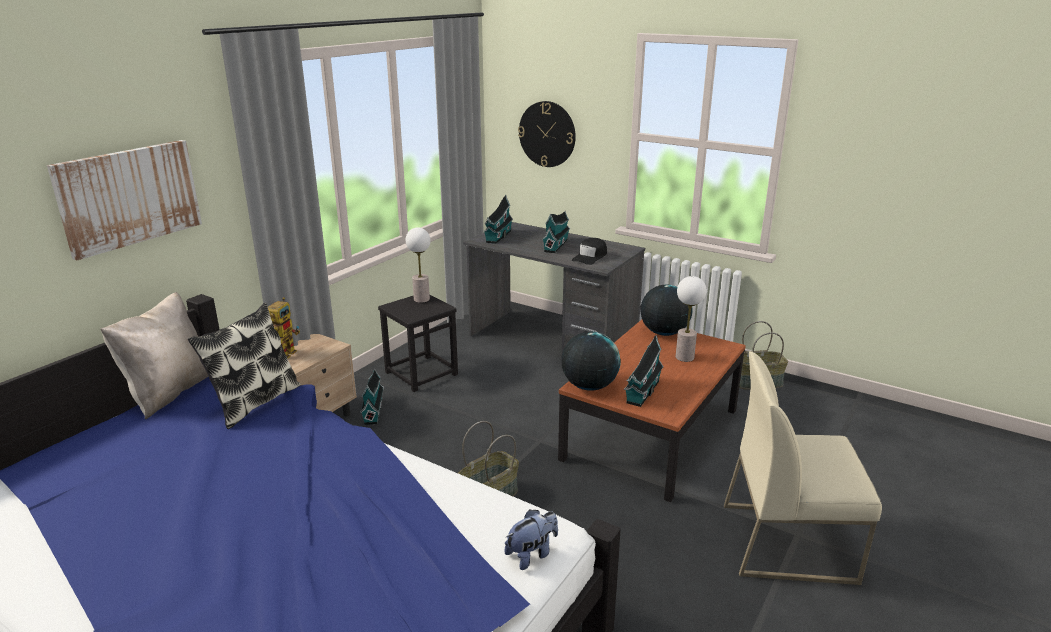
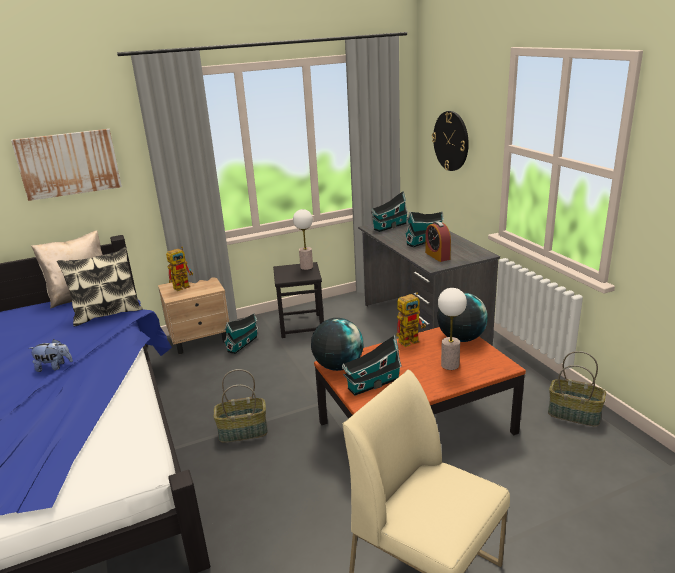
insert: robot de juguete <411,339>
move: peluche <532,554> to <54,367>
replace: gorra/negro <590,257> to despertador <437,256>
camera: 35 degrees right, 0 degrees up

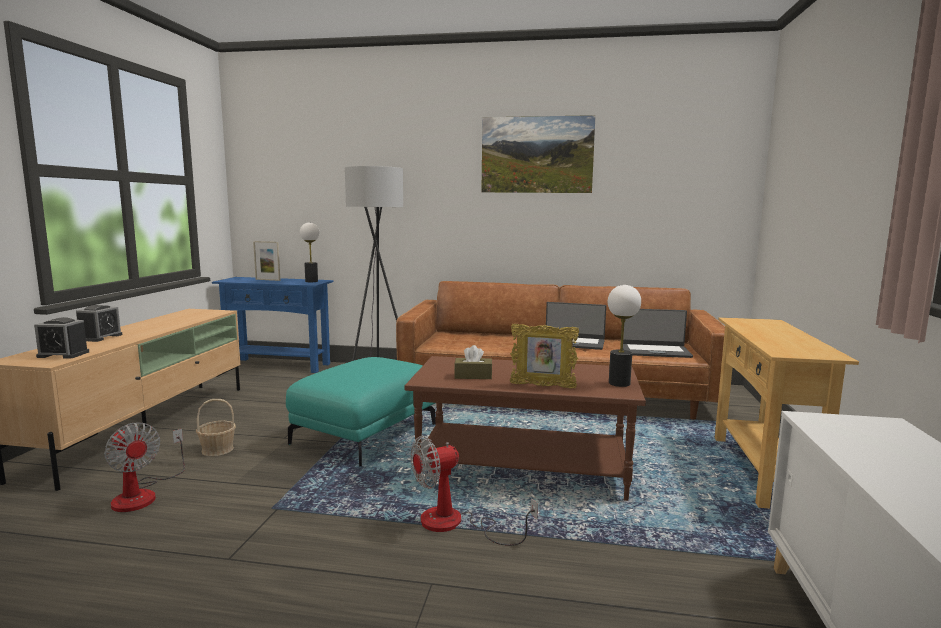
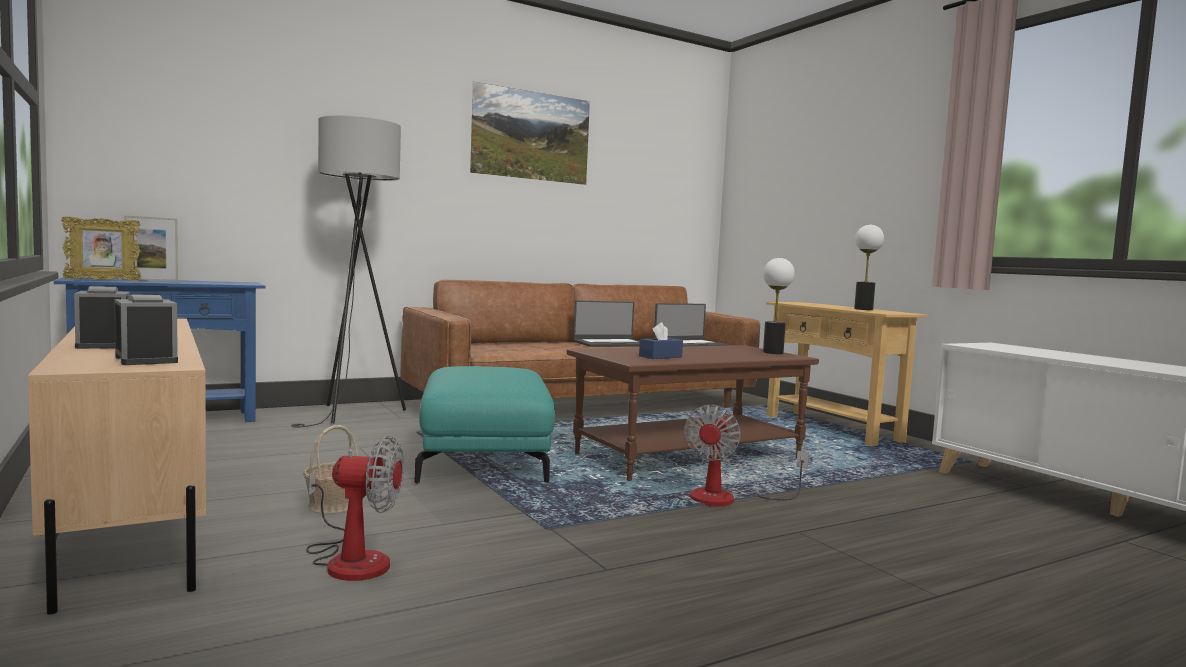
move: lámpara de mesa <311,281> to <863,309>; portarretratos <542,386> to <102,280>
recolor: caja de pañuelos/marrón <473,376> to caja de pañuelos/azul <660,356>
rotate: despertador <63,354> = <146,359> 90 degrees counterclockwise
camera: 40 degrees left, 5 degrees down

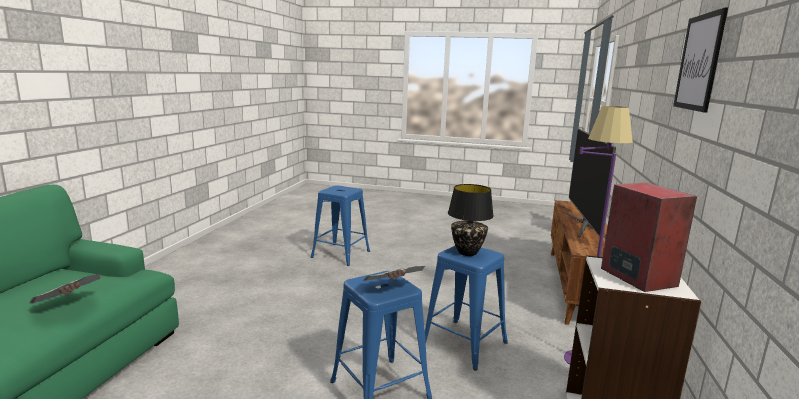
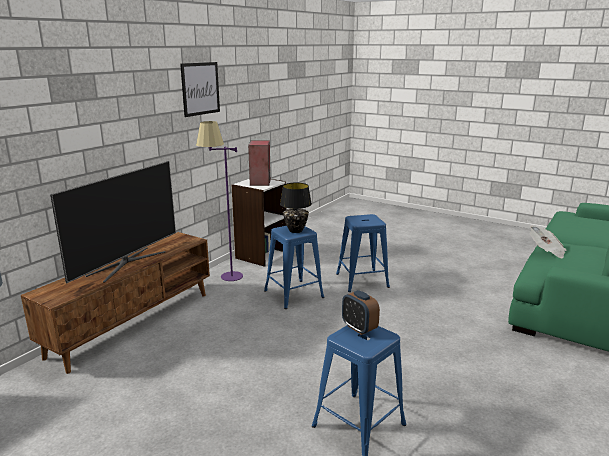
delete: periódico <392,289>
insert: despertador <359,328>
camera: 160 degrees left, 5 degrees up

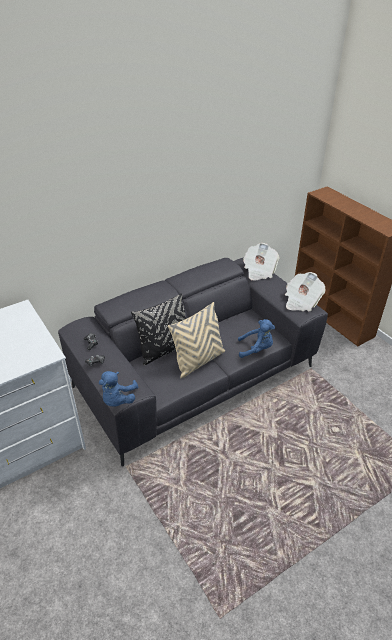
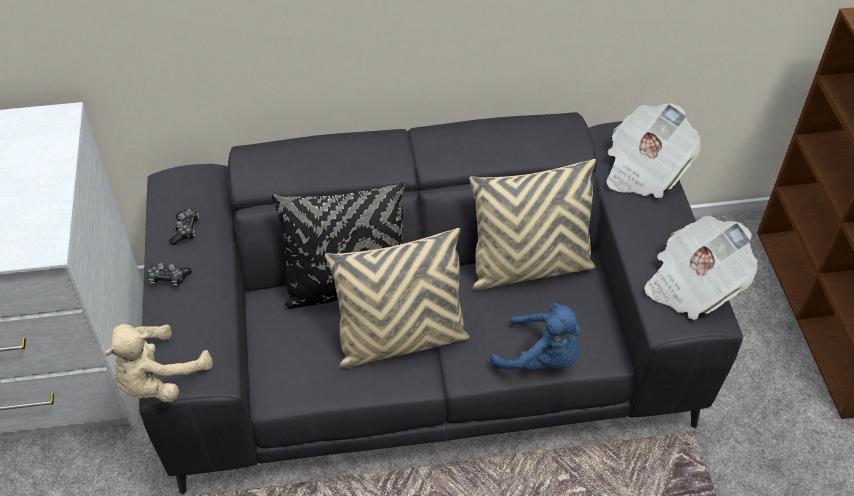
insert: cojín/beis <529,267>
recolor: peluche/azul <118,400> to peluche/beis <159,380>
camera: 25 degrees right, 10 degrees up

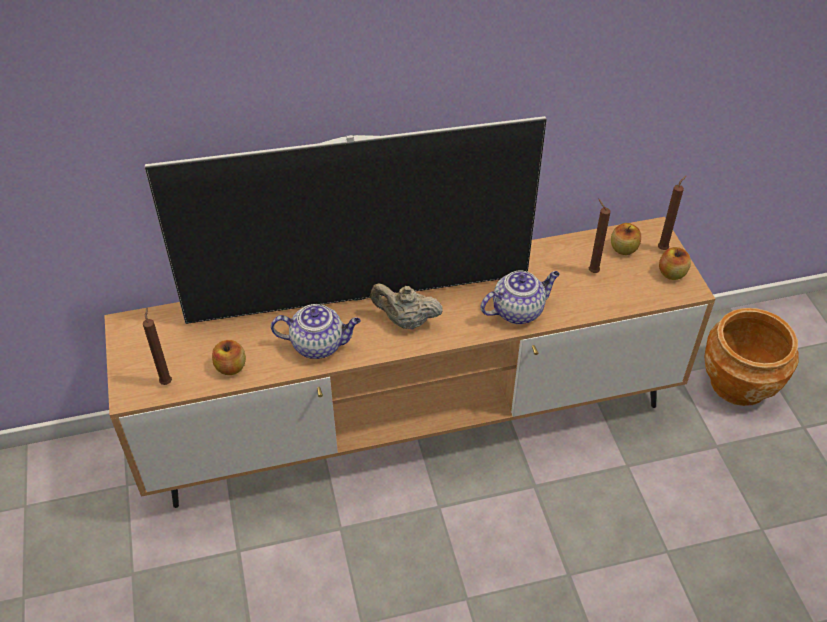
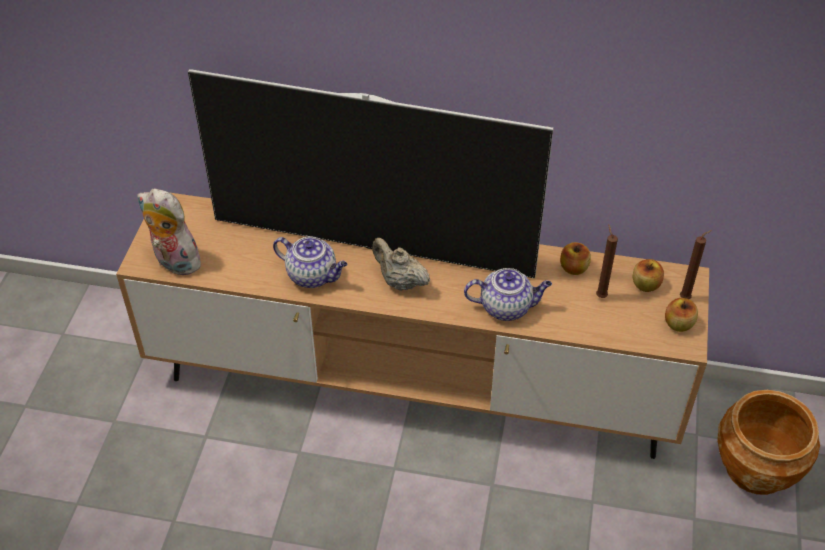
move: manzana <231,367> to <573,268>
replace: vela/marrón <166,381> to peluche <174,262>
camera: 25 degrees right, 0 degrees up

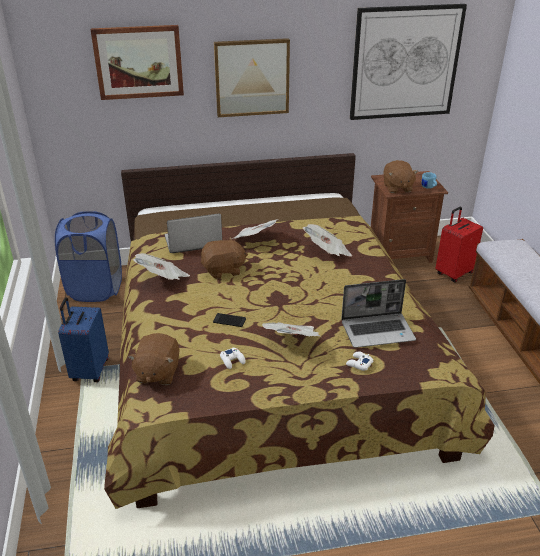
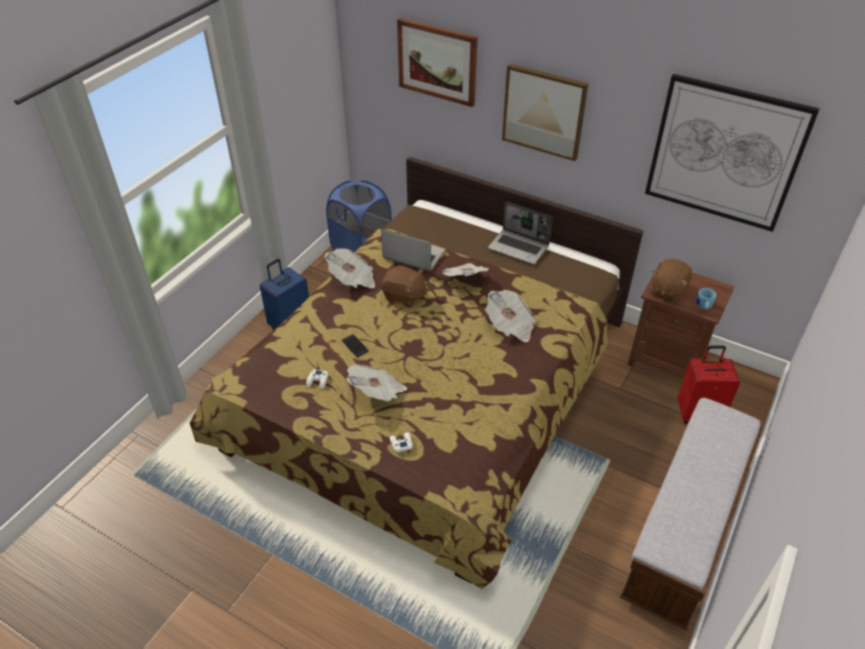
delete: peluche/marrón <157,373>
move: portátil <378,331> to <519,247>
camera: 40 degrees right, 10 degrees up

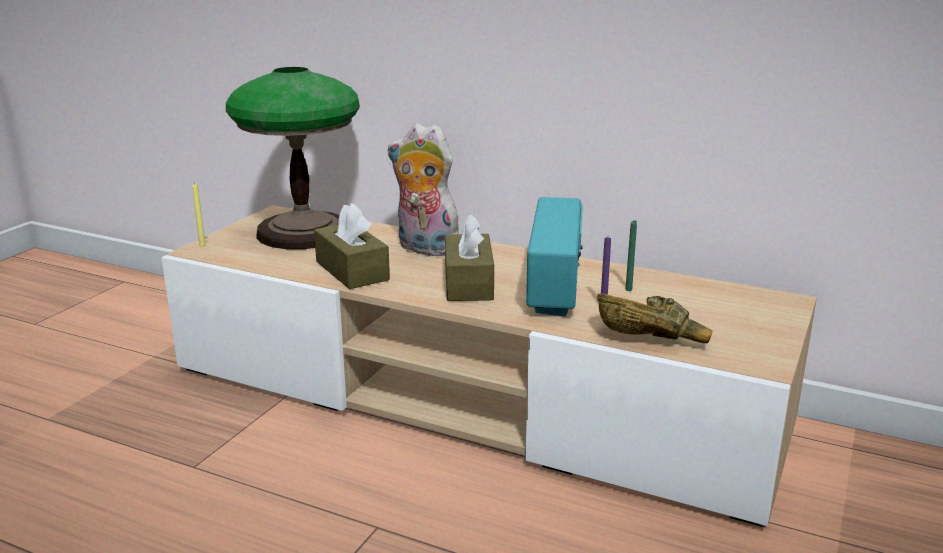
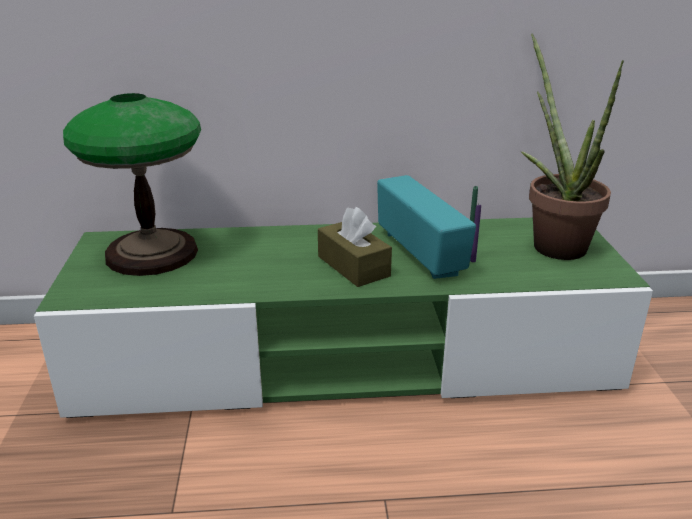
delete: peluche <424,249>; vela/amarillo <202,245>; caja de pañuelos/marrón <352,271>; cuenco/marrón <651,338>
insert: planta en maceta <552,242>
recolor: mueble de televisión/beis <471,397> to mueble de televisión/verde <346,358>
camera: 30 degrees left, 5 degrees up

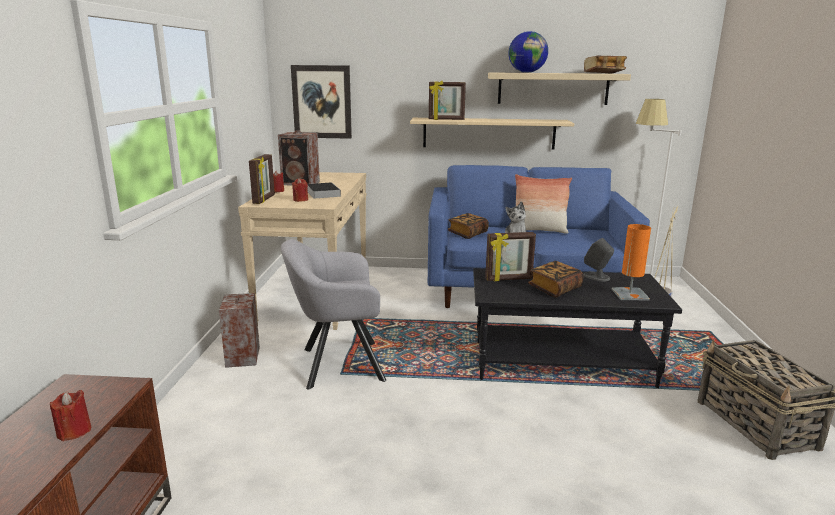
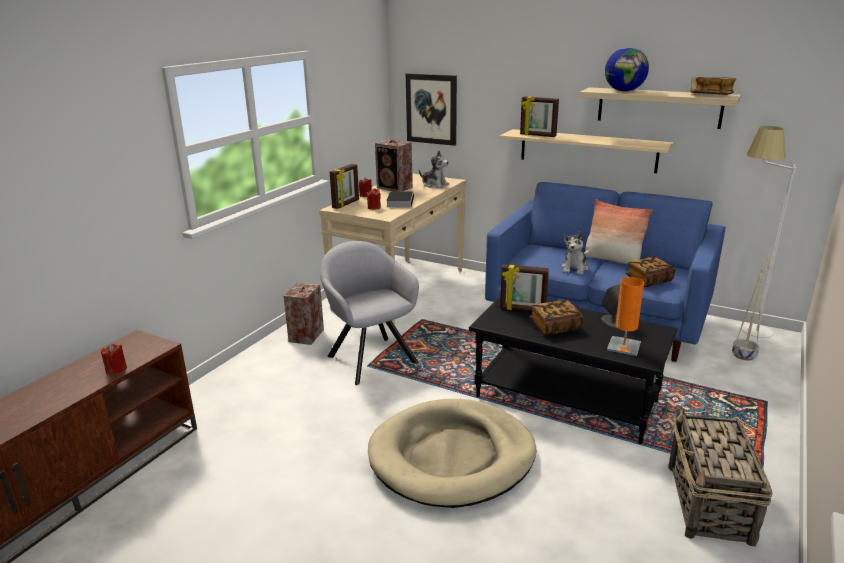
insert: peluche <434,185>; cama para perro/beis <452,456>
move: libro <467,234> to <648,280>
rotate: sillón/gris <336,364> = <370,357> 45 degrees clockwise
camera: 25 degrees right, 5 degrees up

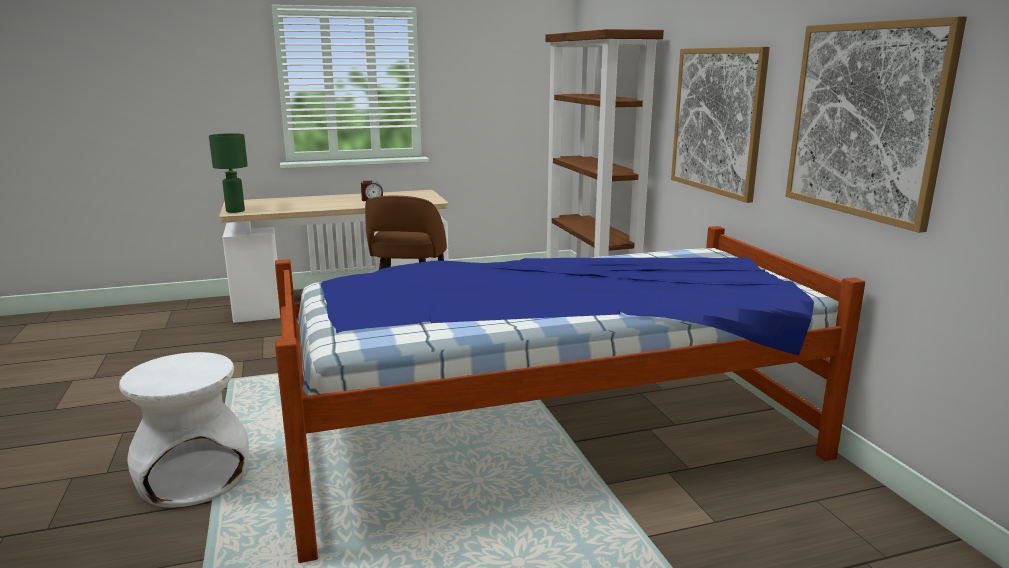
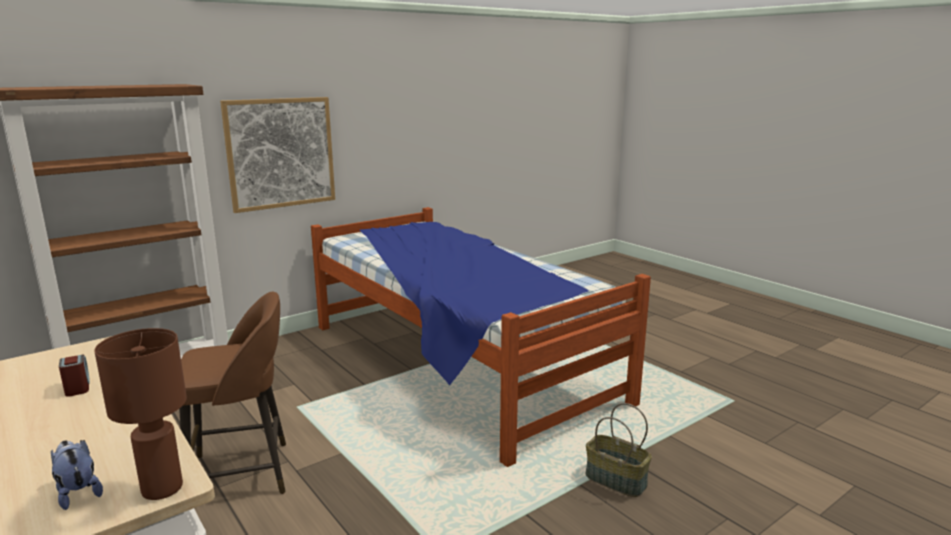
delete: cuadro <865,120>
insert: peluche <78,493>
replace: taburete/blanco <194,478> to cesta <615,480>
recolor: lámpara de mesa/verde <235,211> to lámpara de mesa/marrón <163,489>
camera: 110 degrees left, 0 degrees up

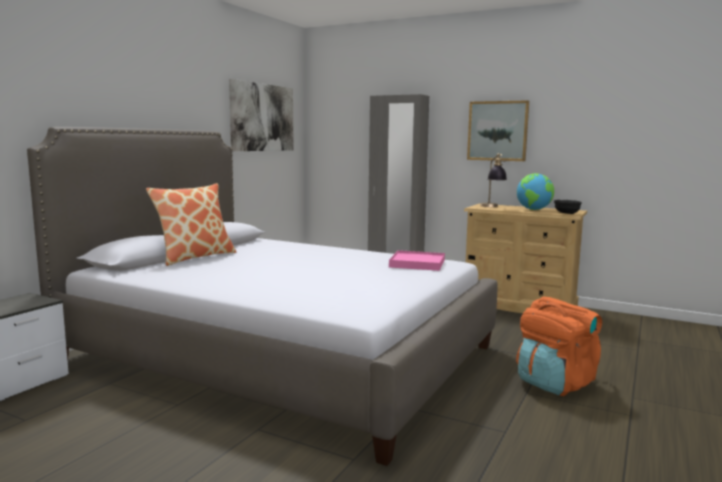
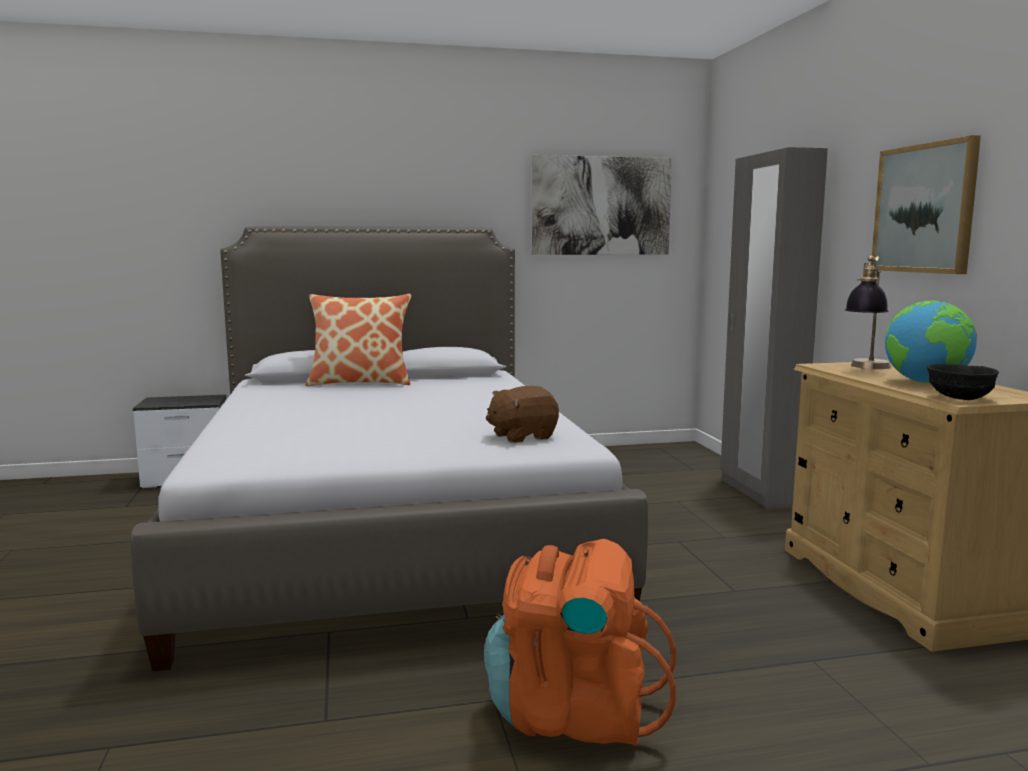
replace: bandeja/rosa <417,263> to peluche/marrón <522,436>
camera: 50 degrees right, 0 degrees up

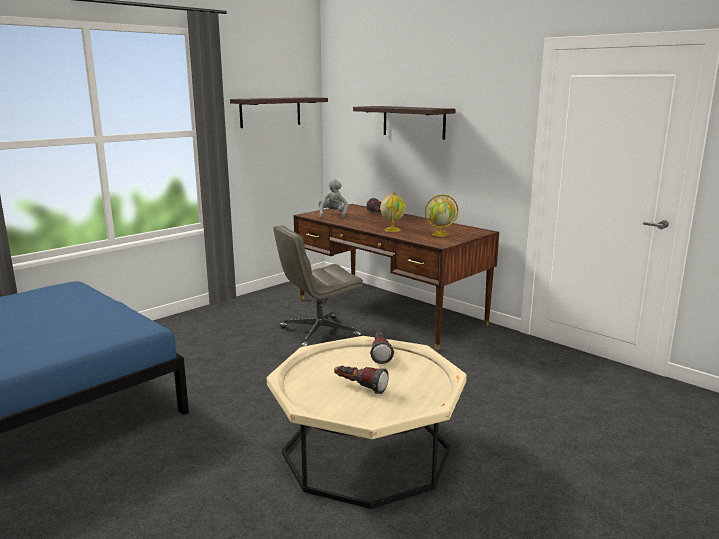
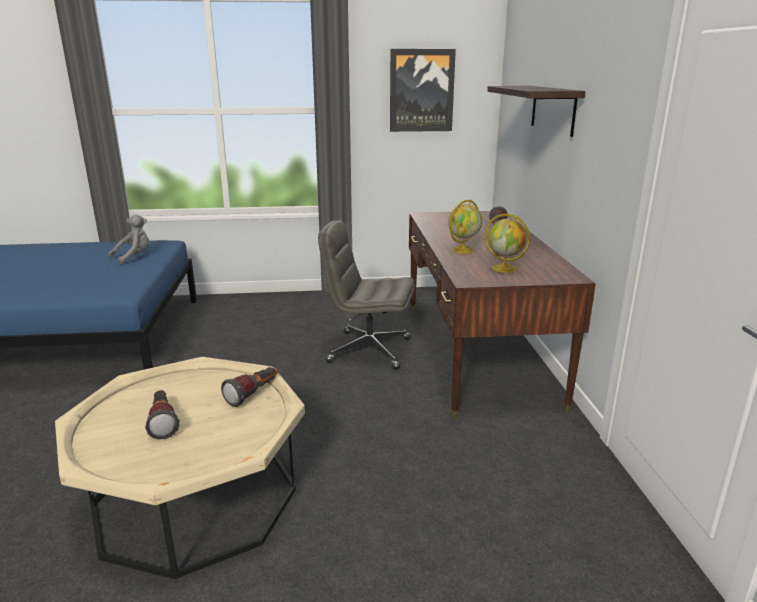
move: peluche/gris <333,215> to <134,257>
replace: estante <270,112> to cuadro <421,91>
camera: 40 degrees right, 5 degrees up

